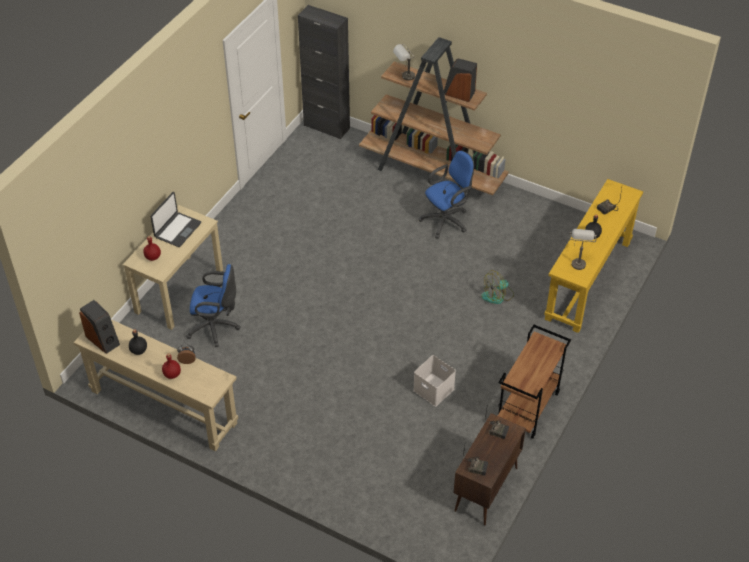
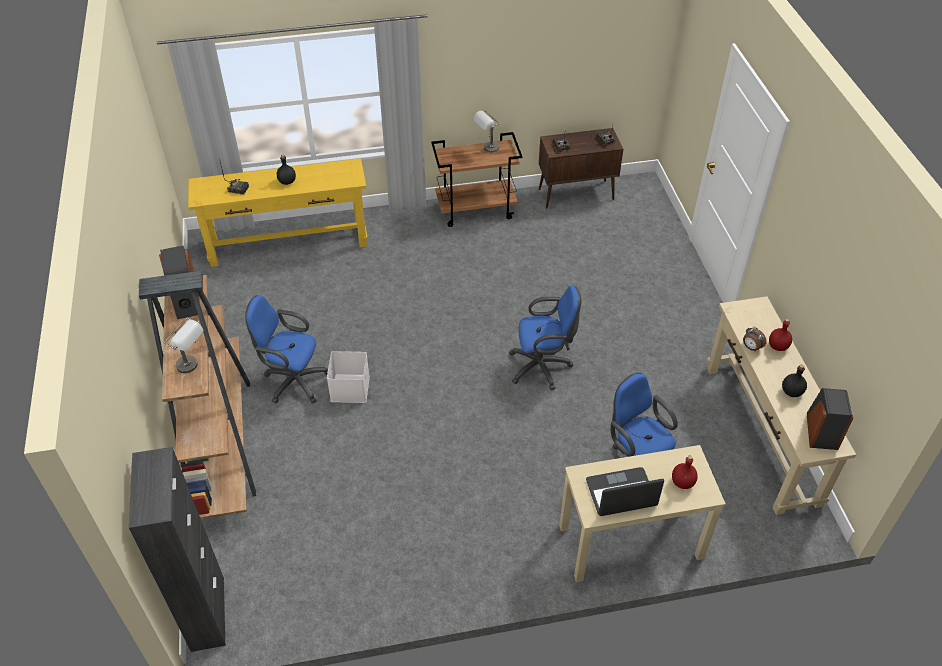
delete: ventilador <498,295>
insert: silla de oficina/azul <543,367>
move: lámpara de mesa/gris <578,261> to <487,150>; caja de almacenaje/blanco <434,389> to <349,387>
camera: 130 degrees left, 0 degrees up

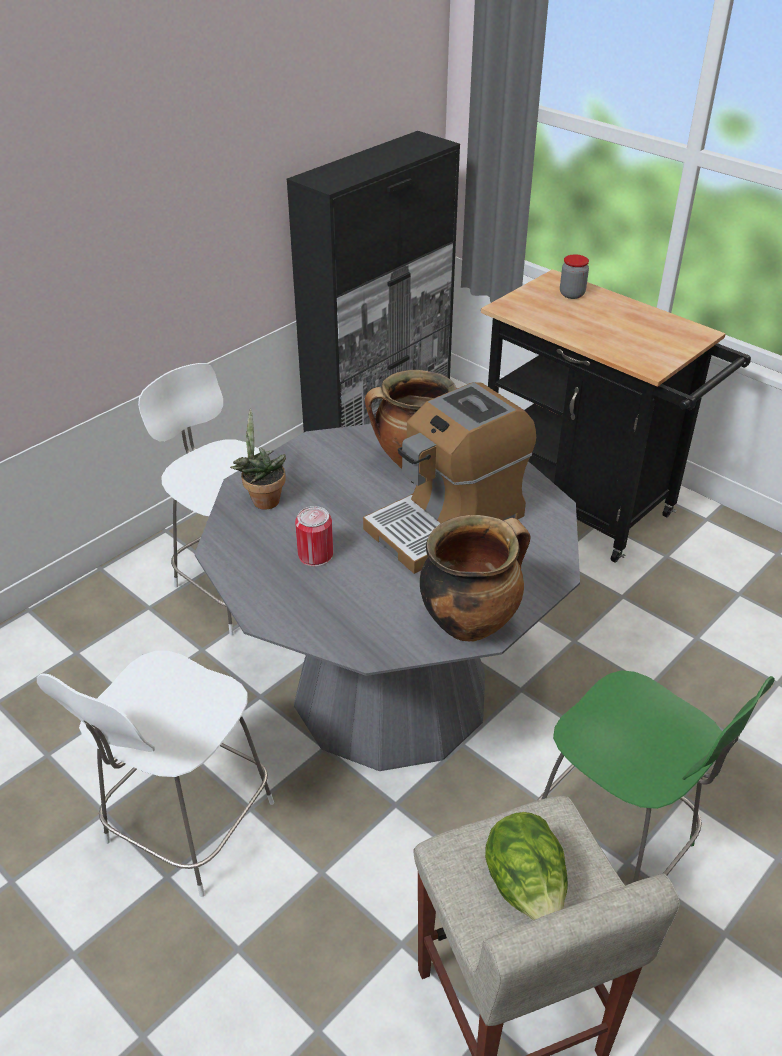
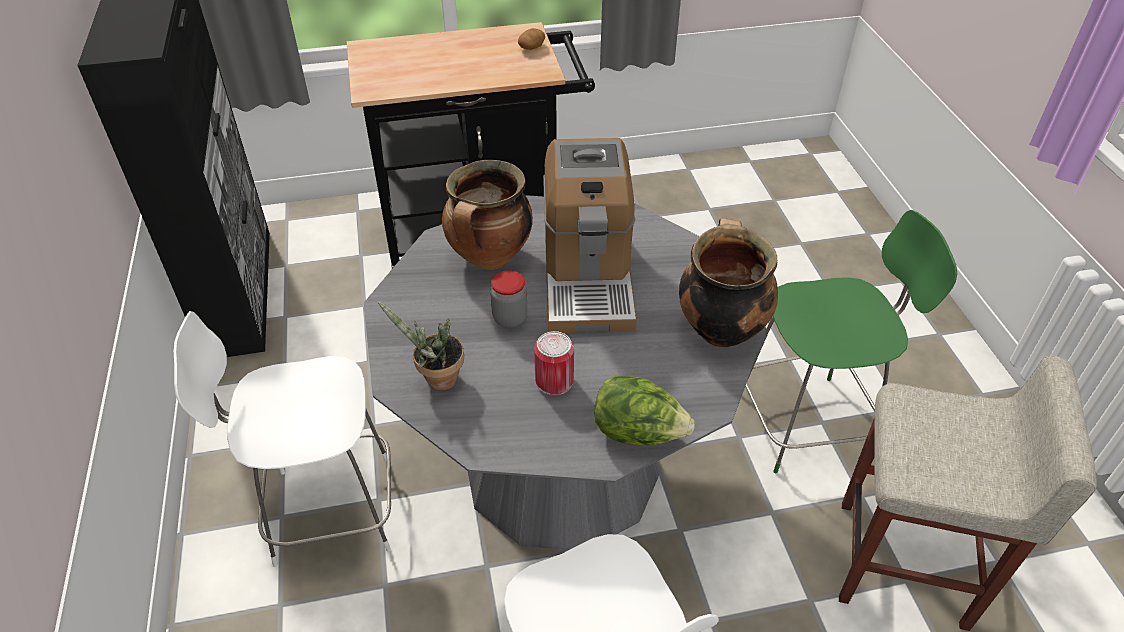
insert: patata <531,47>
move: tarro <572,294> to <510,318>; lechuga <526,887> to <638,433>
camera: 55 degrees left, 5 degrees up

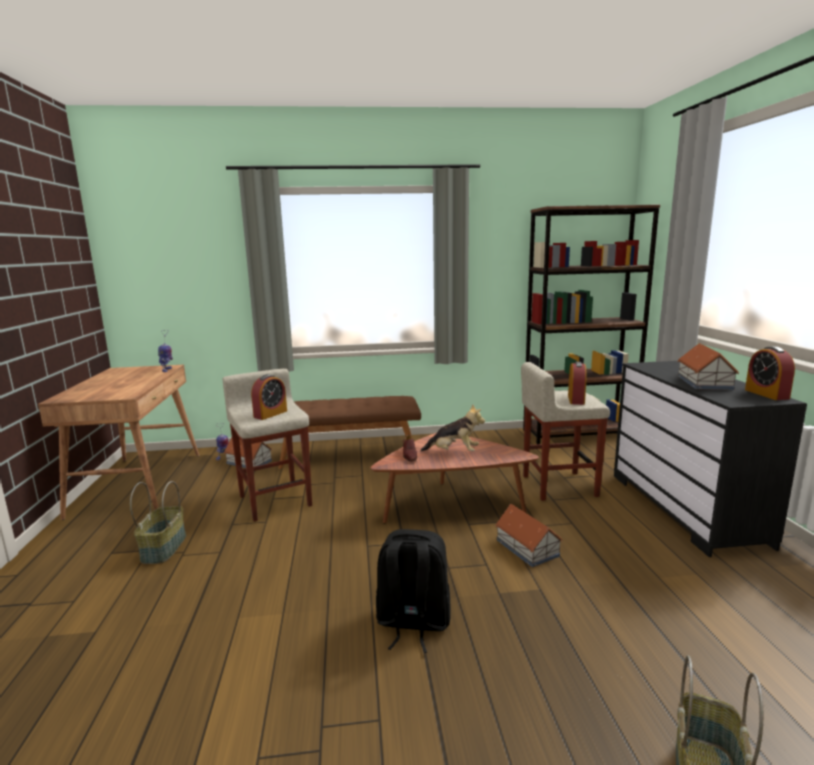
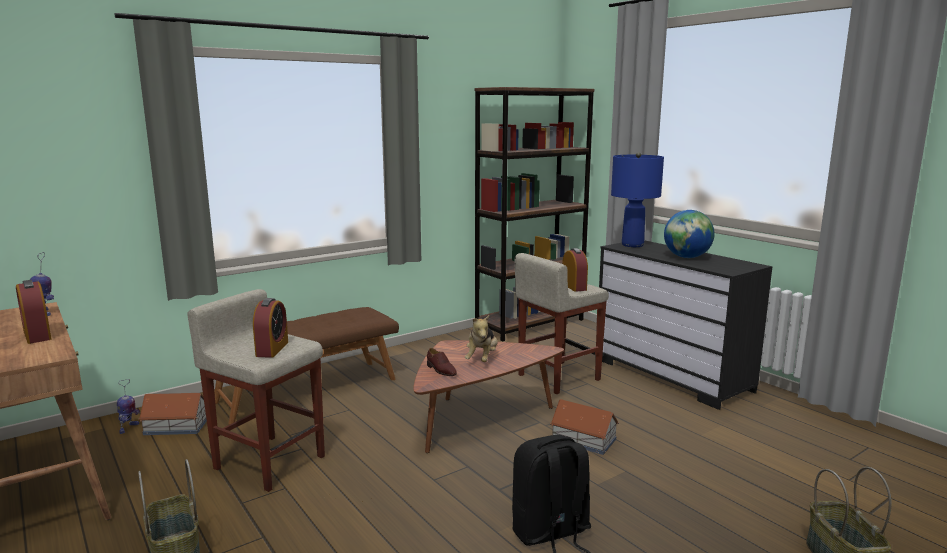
insert: lámpara de mesa/azul <632,245>
move: despertador <766,394> to <37,335>
replace: casita <704,382> to globo terráqueo <687,257>
rotate: peluche <454,452> = <482,359> 120 degrees clockwise
camera: 30 degrees left, 0 degrees up

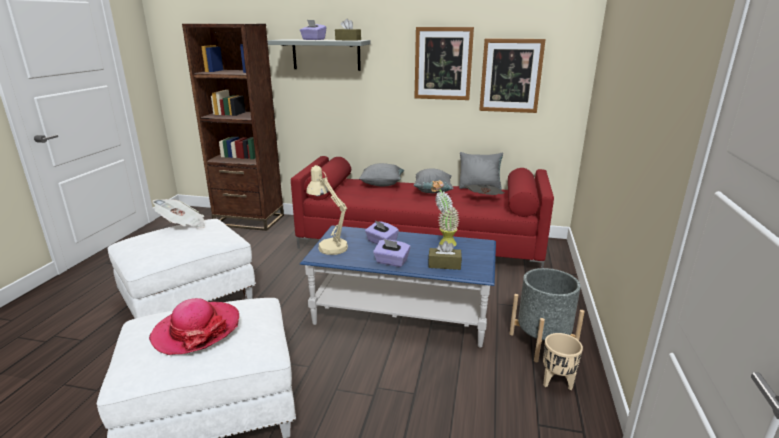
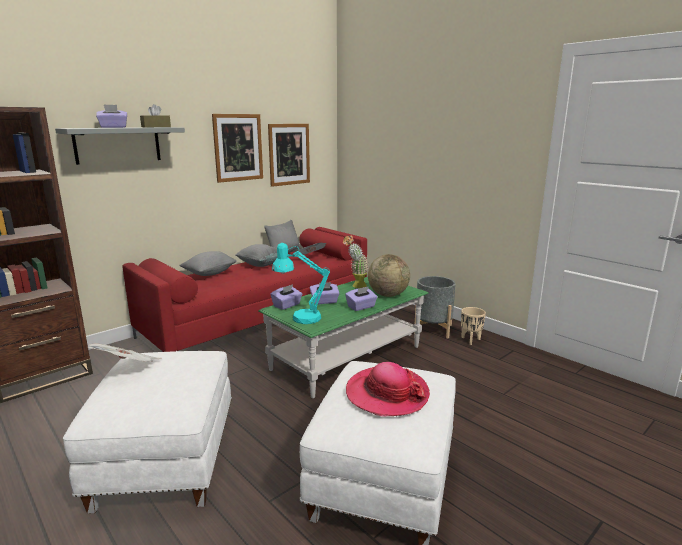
insert: caja de pañuelos/morado <287,305>
replace: caja de pañuelos/marrón <444,264> to globo terráqueo <388,295>
recolor: lámpara de mesa/beis <329,246> to lámpara de mesa/turquesa <300,318>; mesa de centro/azul <402,313> to mesa de centro/verde <347,358>
camera: 55 degrees left, 5 degrees down

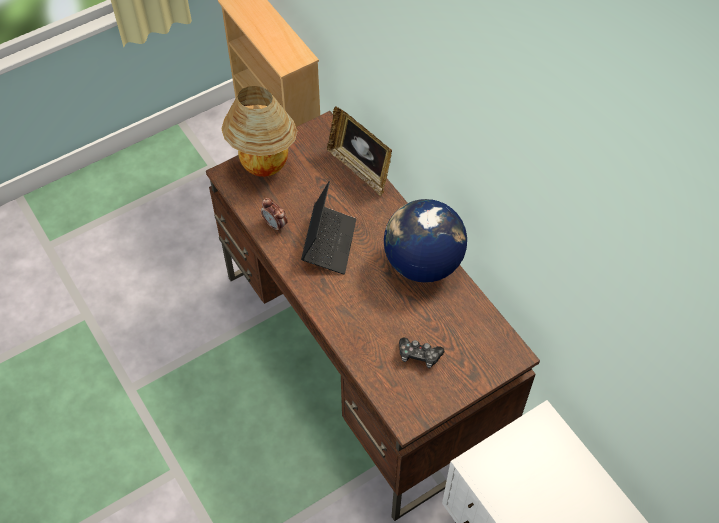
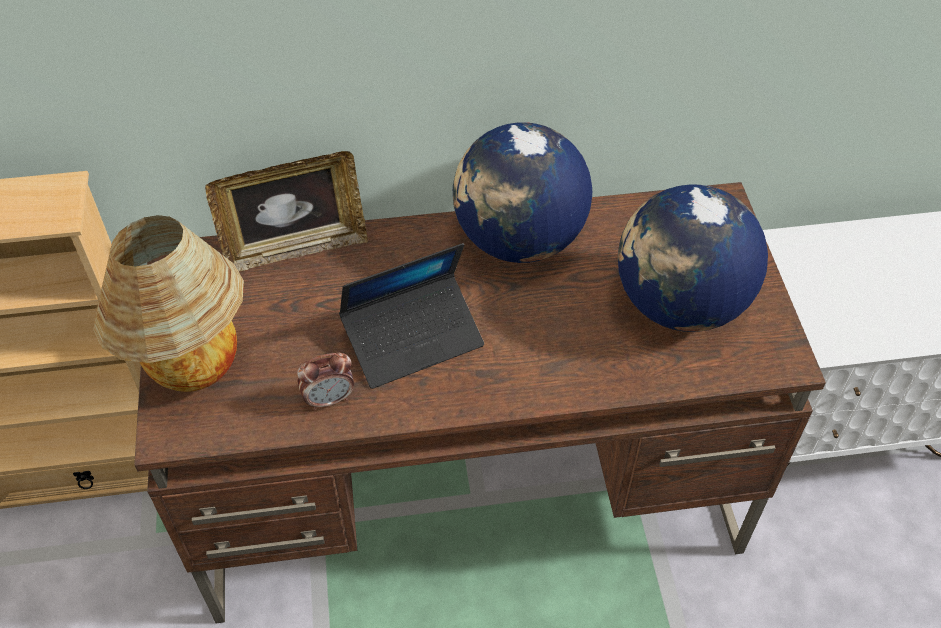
replace: mando de consola <419,355> to globo terráqueo <679,304>
rotate: portátil <329,243> = <413,338> 120 degrees clockwise
camera: 65 degrees left, 5 degrees down

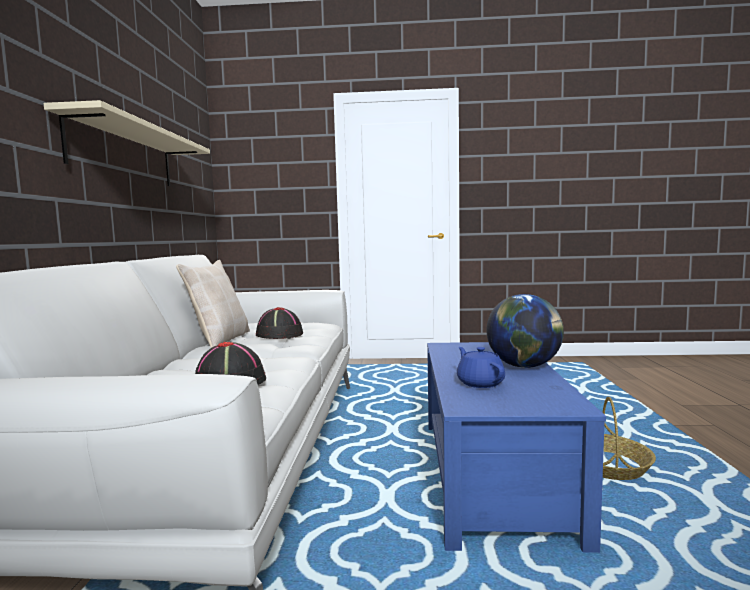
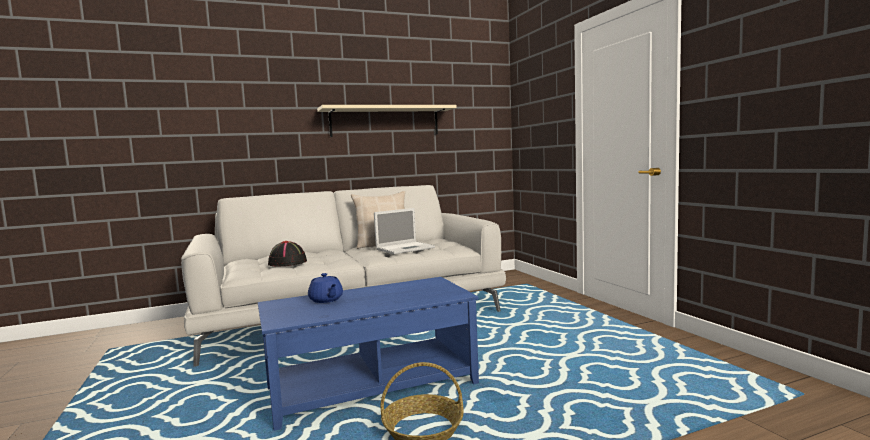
delete: globo terráqueo <524,366>
replace: sombrero/negro <279,334> to portátil <406,248>
rotate: tetera/azul <480,383> = <326,300> 105 degrees clockwise
camera: 65 degrees right, 0 degrees up

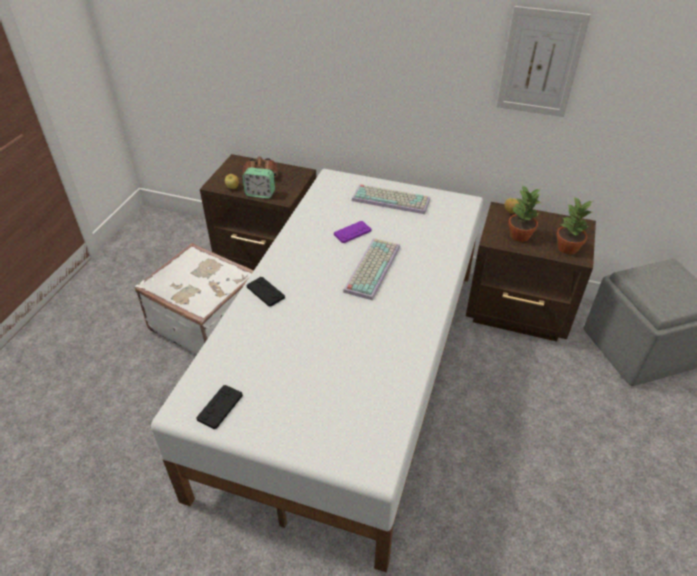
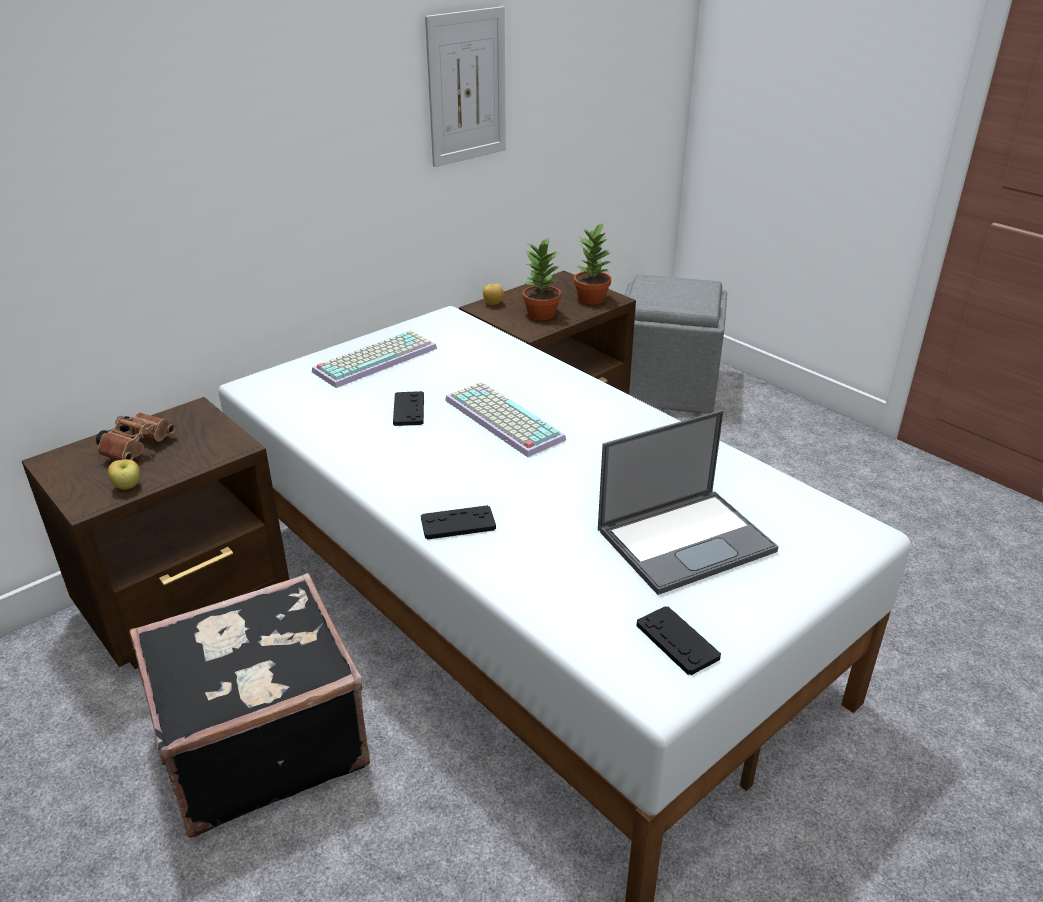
delete: despertador <260,194>
insert: portátil <686,539>
recolor: mando de consola/morado <352,232> to mando de consola/negro <409,410>; maleta/blanco <208,322> to maleta/negro <259,741>
camera: 60 degrees left, 10 degrees down

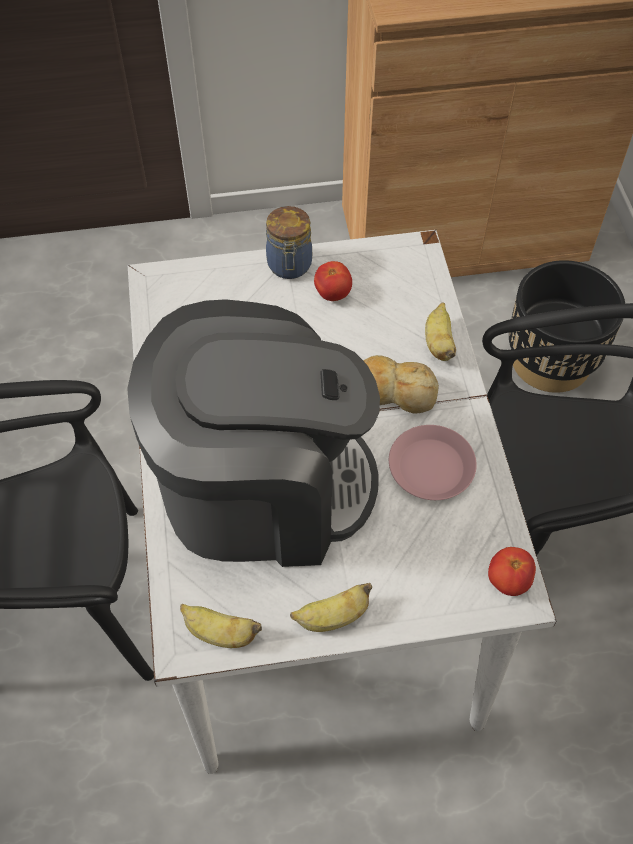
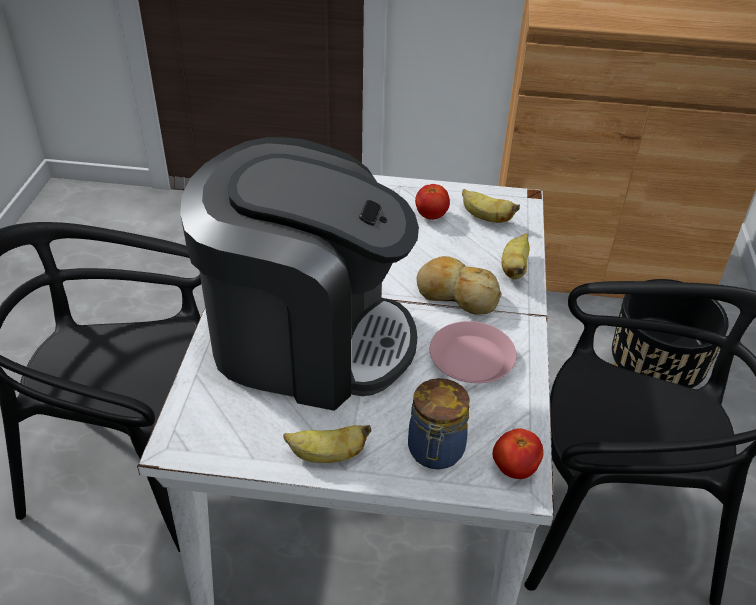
move: tarro <289,266> to <435,452>; plátano <219,633> to <485,218>
camera: 15 degrees right, 15 degrees down

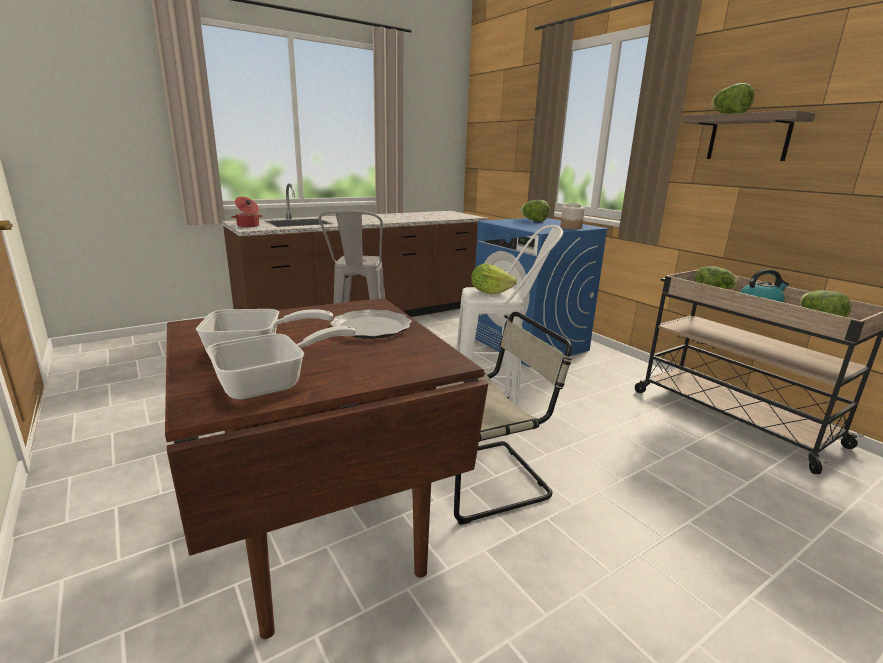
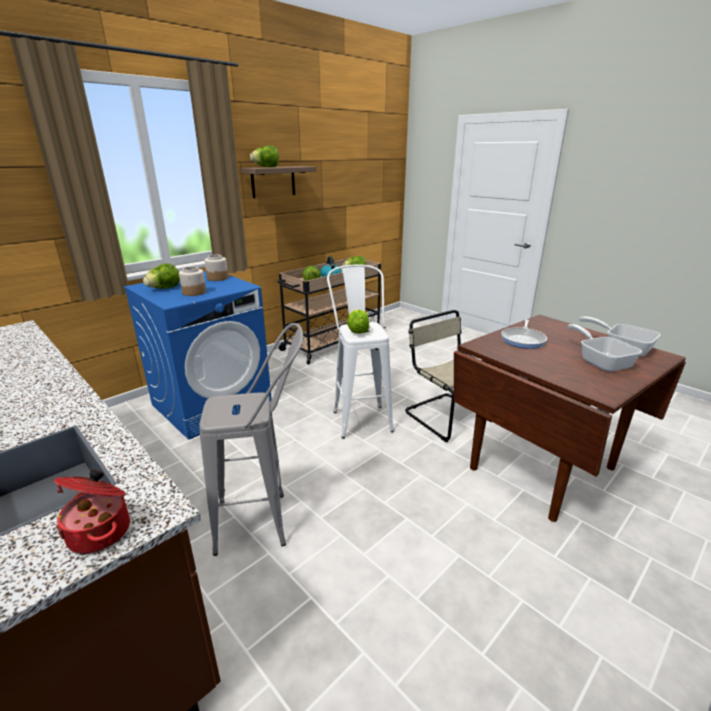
insert: tarro <194,292>
replace: plato <371,327> to sartén <523,340>
camera: 100 degrees left, 5 degrees up

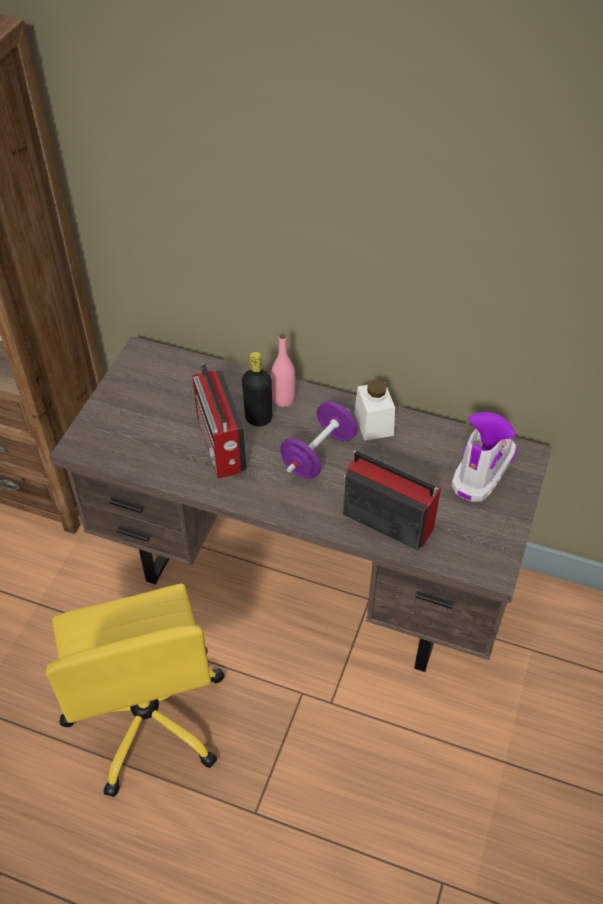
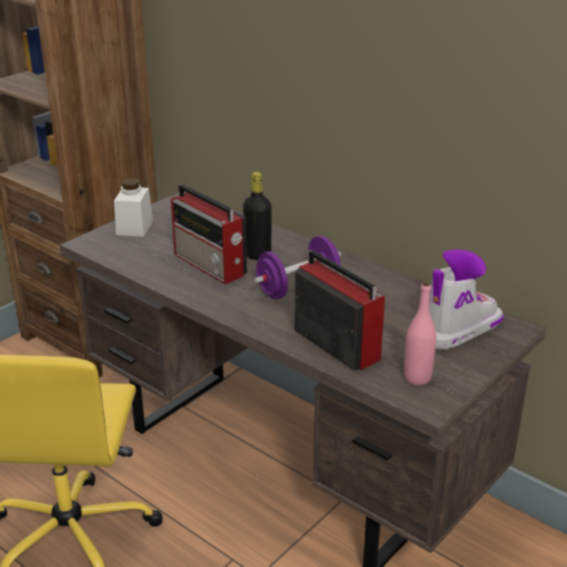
move: botella/rosa <283,399> to <417,378>; tarro/blanco <373,424> to <134,227>
rotate: radio <221,446> = <211,265> 45 degrees counterclockwise
camera: 20 degrees right, 20 degrees down

